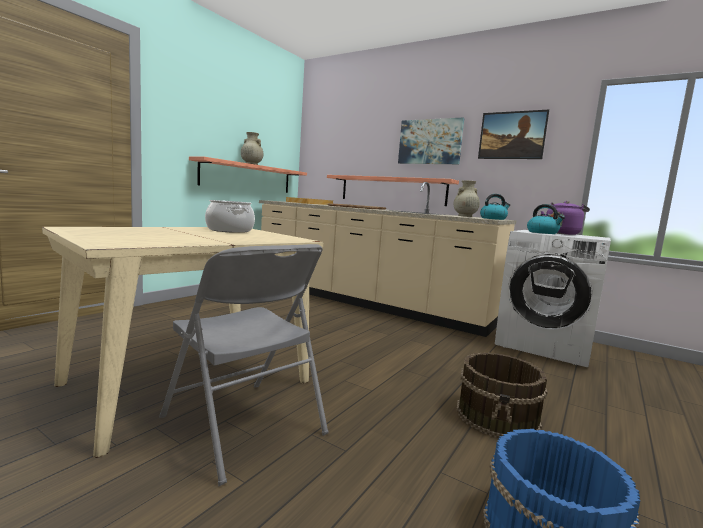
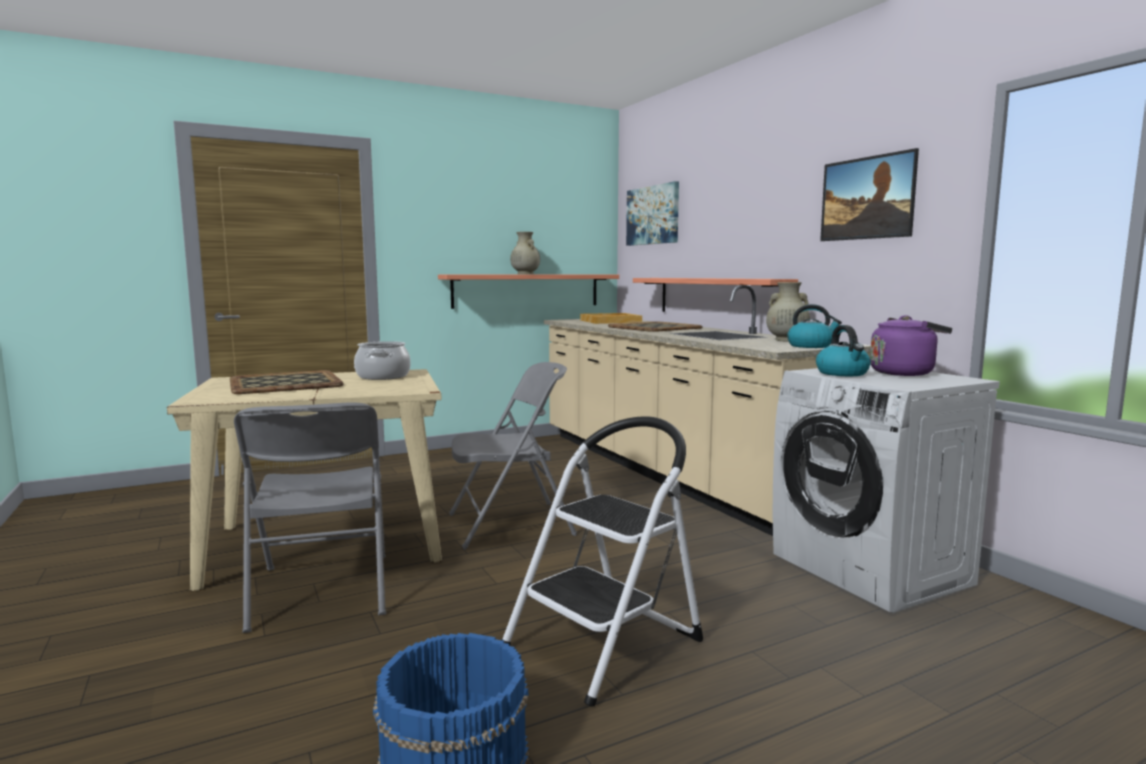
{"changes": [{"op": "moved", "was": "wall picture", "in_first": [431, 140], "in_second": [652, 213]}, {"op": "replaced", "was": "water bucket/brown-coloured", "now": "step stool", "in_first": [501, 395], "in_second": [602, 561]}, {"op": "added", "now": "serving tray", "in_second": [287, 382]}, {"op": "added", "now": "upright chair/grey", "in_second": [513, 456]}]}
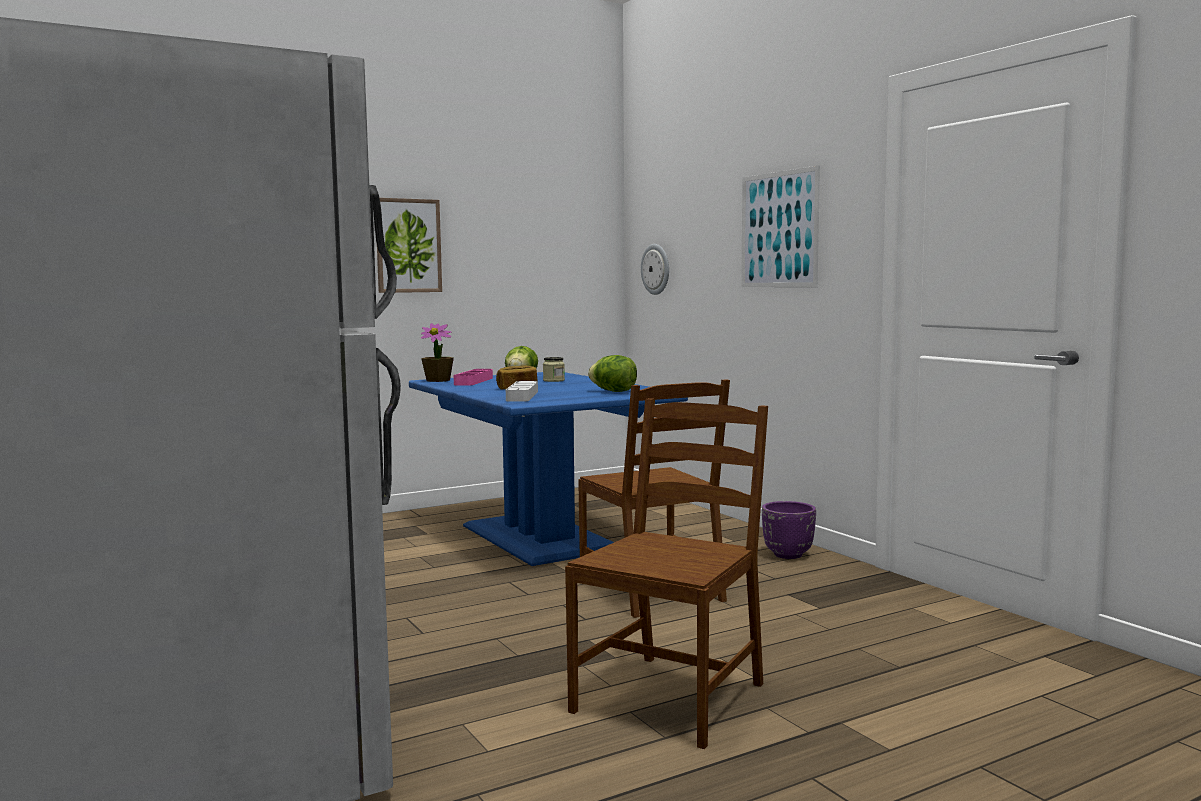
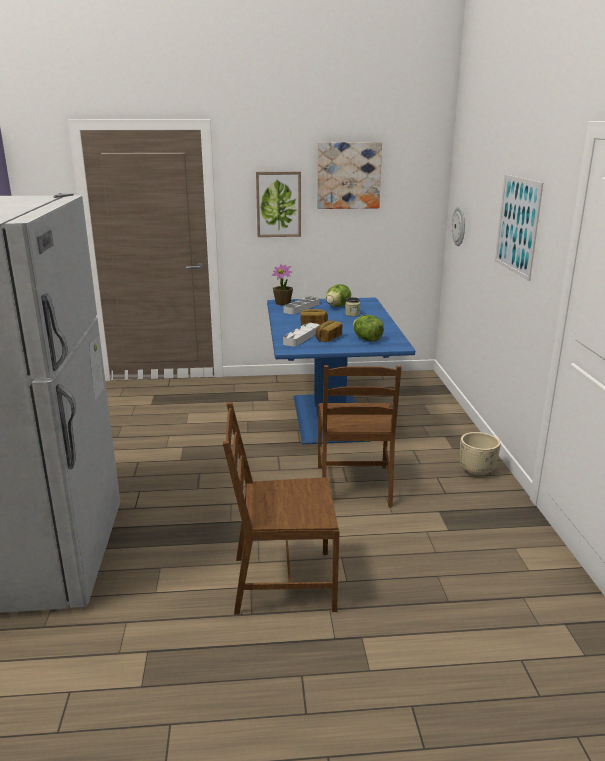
{"changes": [{"op": "recoloured", "was": "serving tray/pinkish", "now": "serving tray/grey", "in_first": [473, 377], "in_second": [301, 305]}, {"op": "turned", "was": "upright chair/brown-coloured", "in_first": [666, 573], "in_second": [281, 508], "clockwise": -150}, {"op": "recoloured", "was": "flower pot/purple", "now": "flower pot/beige-coloured", "in_first": [789, 530], "in_second": [480, 454]}, {"op": "added", "now": "baked bread", "in_second": [329, 331]}, {"op": "added", "now": "wall picture", "in_second": [349, 175]}]}
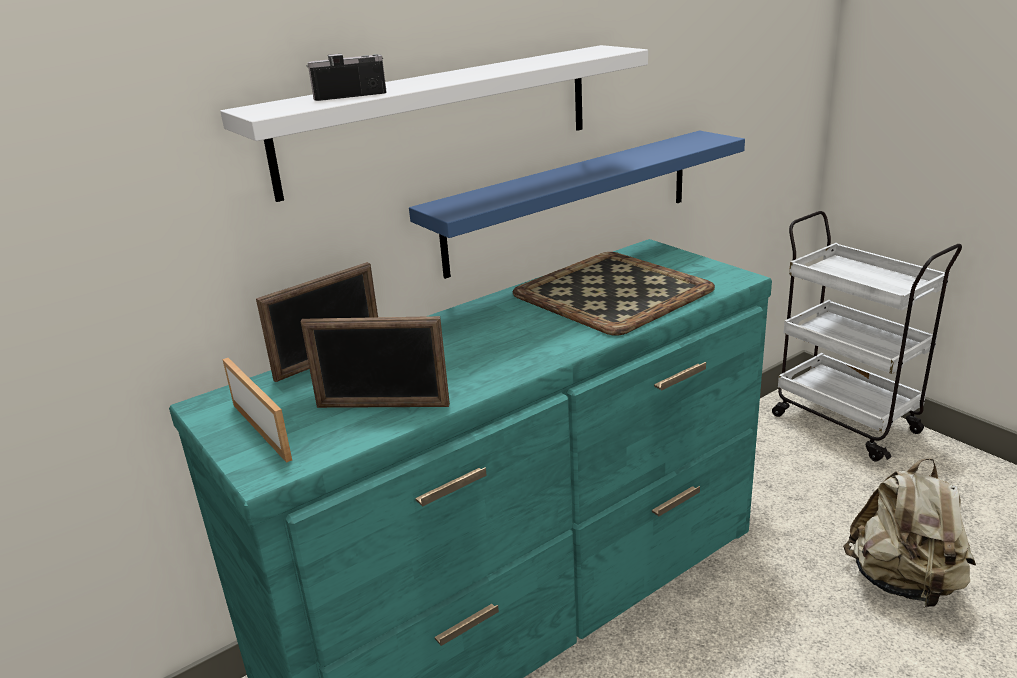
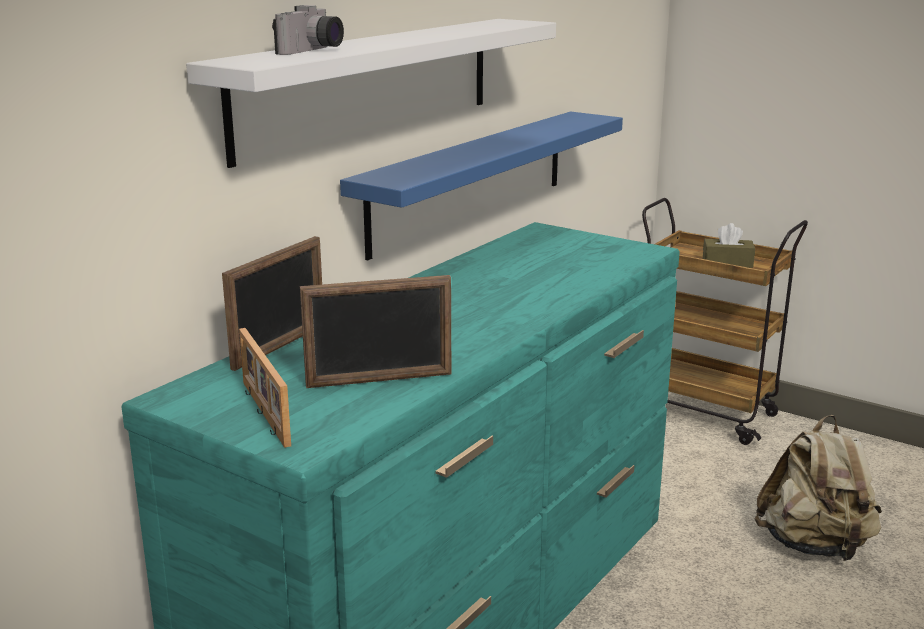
{"changes": [{"op": "turned", "was": "photo frame", "in_first": [257, 410], "in_second": [265, 388], "clockwise": -150}, {"op": "turned", "was": "still camera", "in_first": [346, 77], "in_second": [308, 30], "clockwise": 150}, {"op": "removed", "was": "serving tray", "in_first": [614, 294]}, {"op": "recoloured", "was": "wheeled cart/white", "now": "wheeled cart/brown-coloured", "in_first": [867, 336], "in_second": [725, 321]}, {"op": "added", "now": "box of tissues/brown-coloured", "in_second": [729, 245]}]}
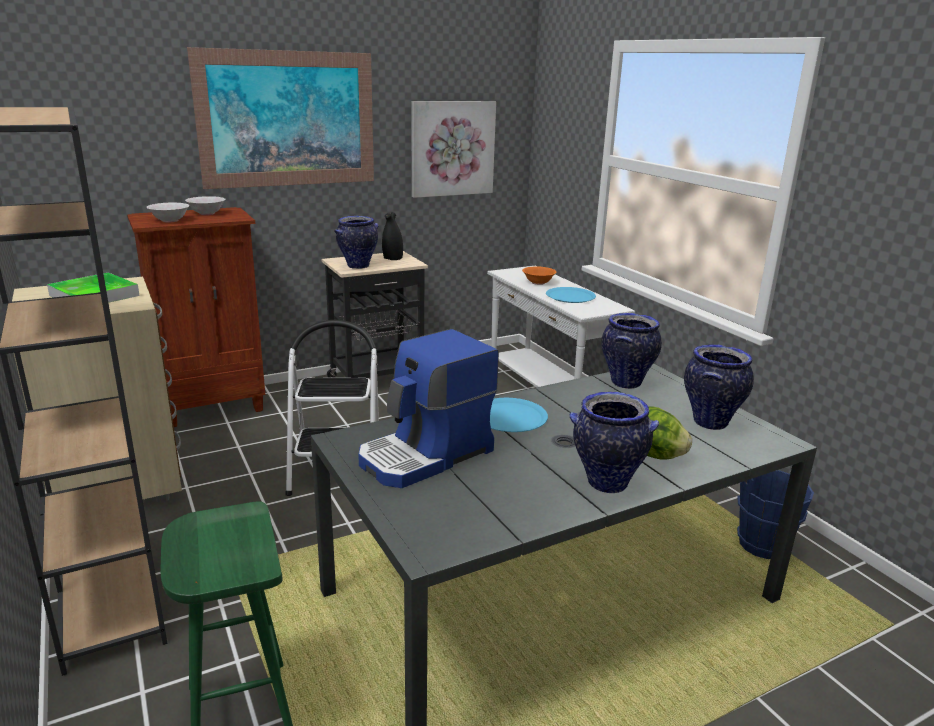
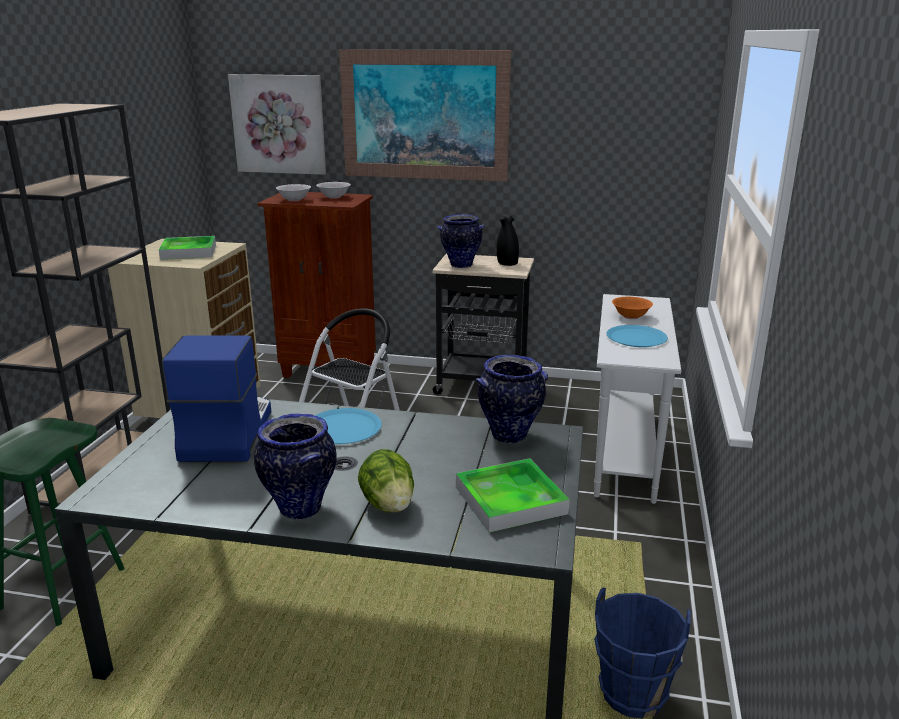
{"changes": [{"op": "turned", "was": "coffee brewer", "in_first": [428, 408], "in_second": [216, 398], "clockwise": 90}, {"op": "moved", "was": "wall picture", "in_first": [453, 149], "in_second": [277, 124]}, {"op": "replaced", "was": "vase", "now": "serving tray", "in_first": [719, 387], "in_second": [513, 495]}]}
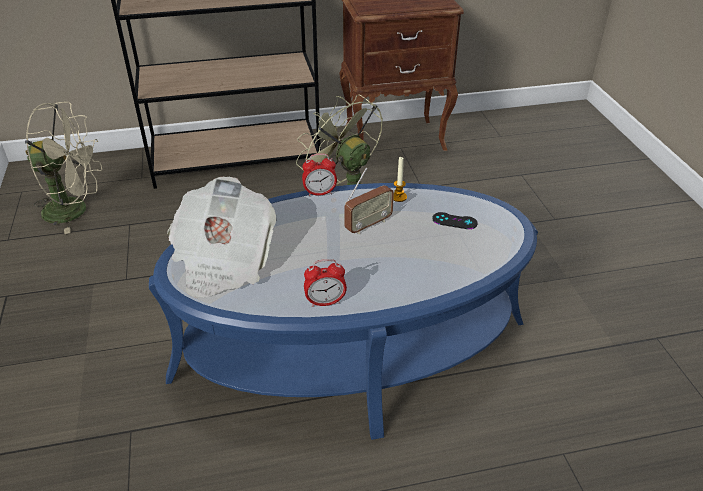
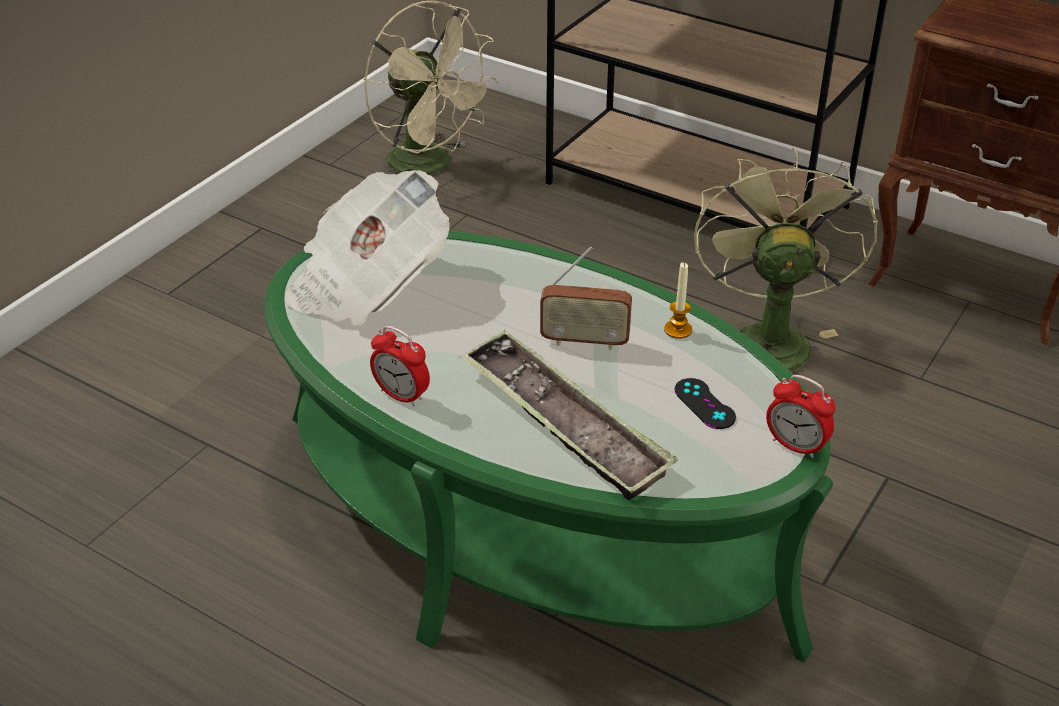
{"changes": [{"op": "recoloured", "was": "low table/blue-coloured", "now": "low table/greenish", "in_first": [343, 311], "in_second": [549, 447]}, {"op": "moved", "was": "table clock", "in_first": [319, 175], "in_second": [800, 416]}, {"op": "added", "now": "serving tray", "in_second": [568, 415]}]}
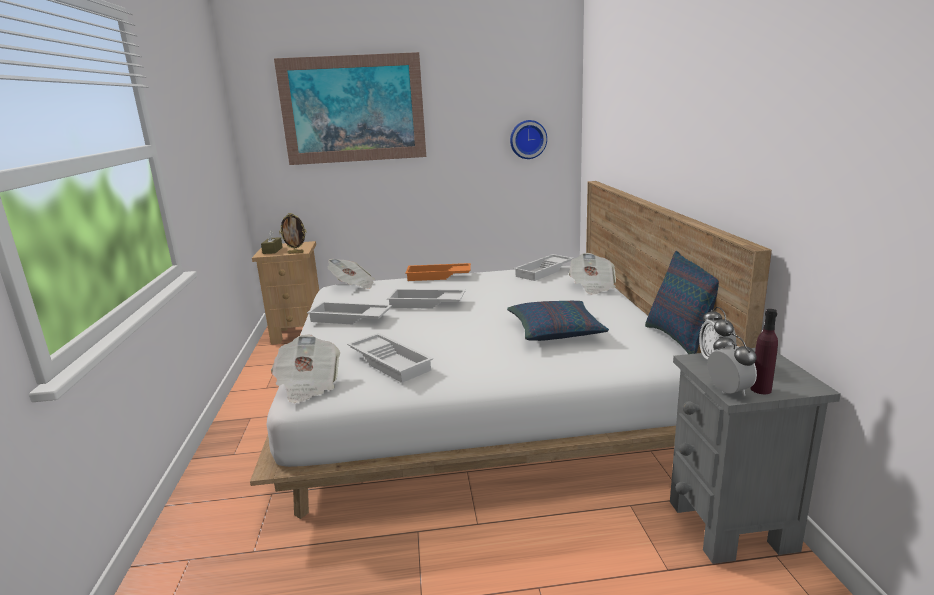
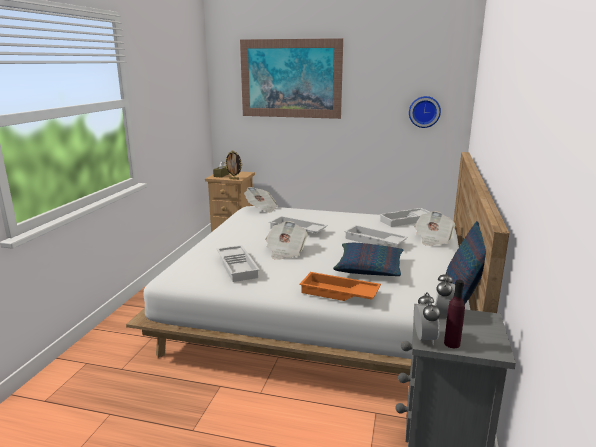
{"changes": [{"op": "moved", "was": "printed paper", "in_first": [305, 369], "in_second": [287, 240]}, {"op": "moved", "was": "serving tray/white", "in_first": [349, 313], "in_second": [376, 235]}, {"op": "moved", "was": "serving tray/orangey", "in_first": [438, 272], "in_second": [340, 286]}]}
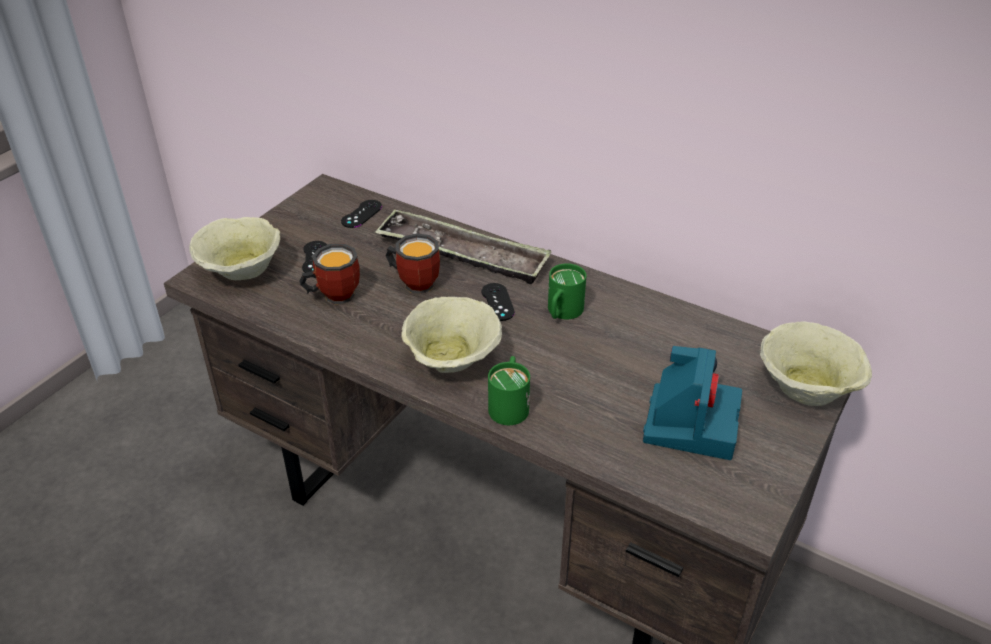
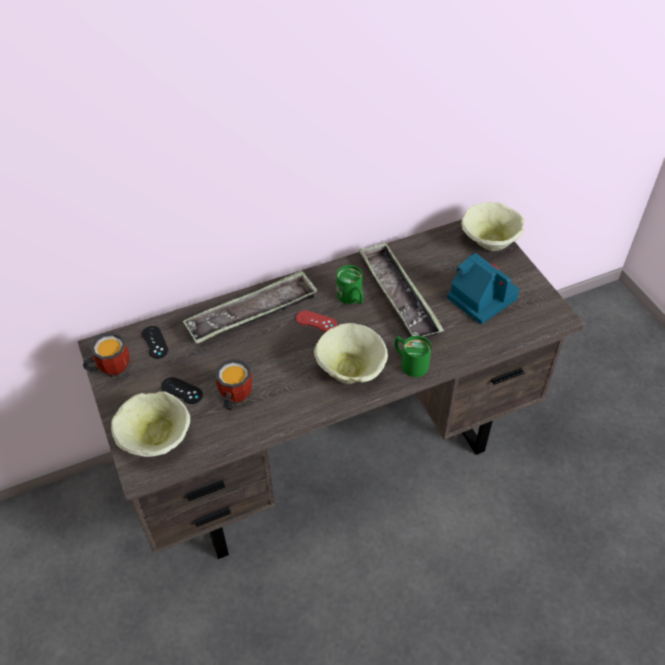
{"changes": [{"op": "moved", "was": "coffee mug", "in_first": [413, 263], "in_second": [106, 355]}, {"op": "recoloured", "was": "joypad/black", "now": "joypad/red", "in_first": [498, 302], "in_second": [316, 321]}, {"op": "added", "now": "serving tray", "in_second": [401, 290]}]}
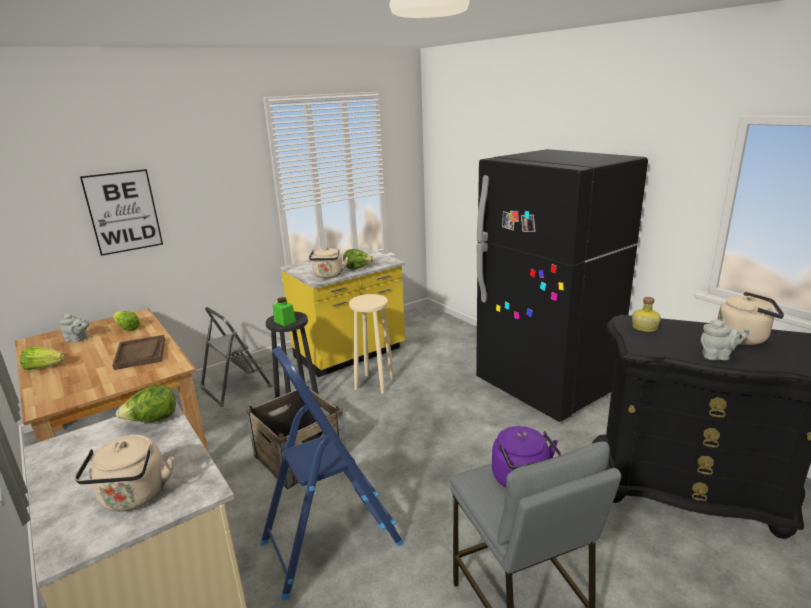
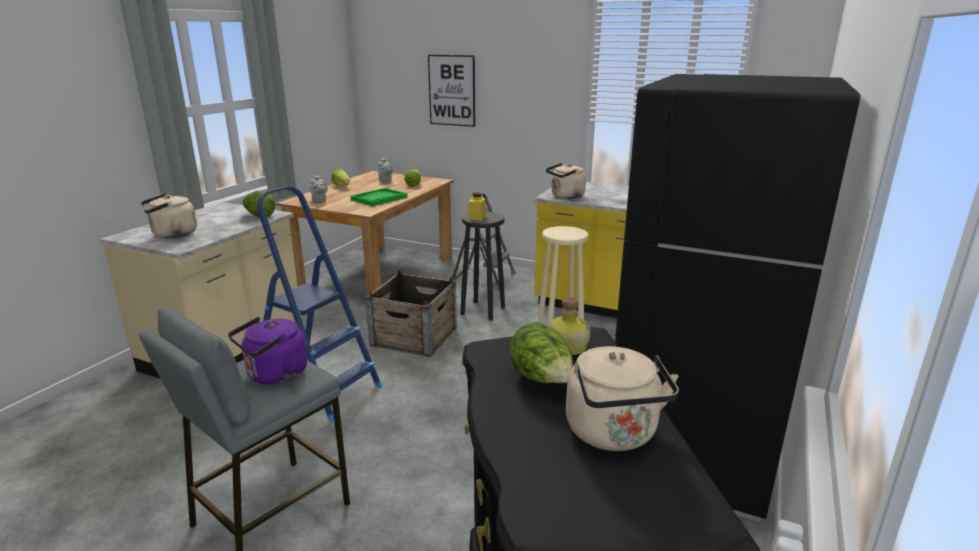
{"changes": [{"op": "recoloured", "was": "serving tray/brown-coloured", "now": "serving tray/greenish", "in_first": [138, 352], "in_second": [379, 197]}, {"op": "recoloured", "was": "jar/greenish", "now": "jar/yellowish", "in_first": [284, 311], "in_second": [477, 206]}, {"op": "moved", "was": "lettuce head", "in_first": [358, 259], "in_second": [541, 352]}, {"op": "moved", "was": "teapot/grey", "in_first": [725, 340], "in_second": [319, 188]}]}
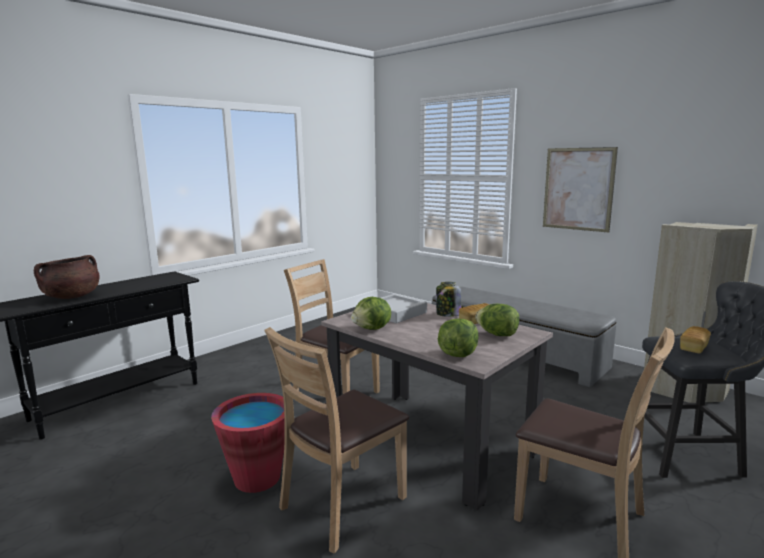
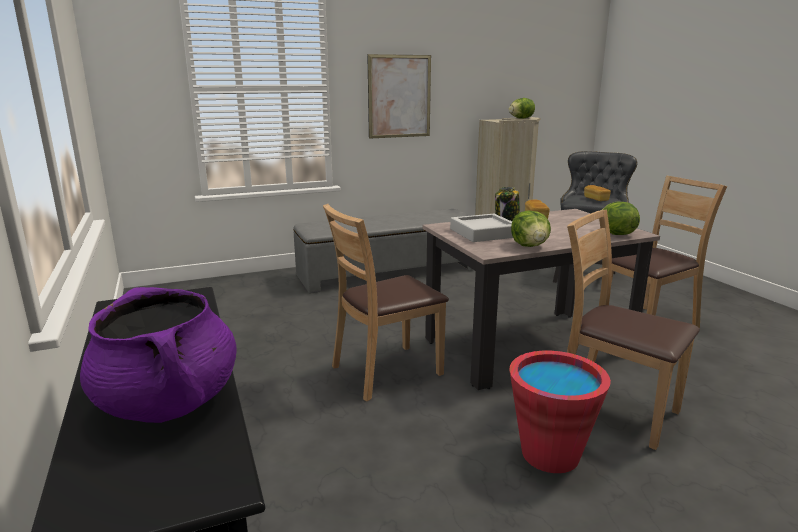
{"changes": [{"op": "recoloured", "was": "cooking pot/brown-coloured", "now": "cooking pot/purple", "in_first": [67, 277], "in_second": [158, 355]}, {"op": "turned", "was": "upright chair/brown-coloured", "in_first": [336, 440], "in_second": [633, 330], "clockwise": 150}, {"op": "moved", "was": "lettuce head", "in_first": [497, 320], "in_second": [522, 108]}]}
